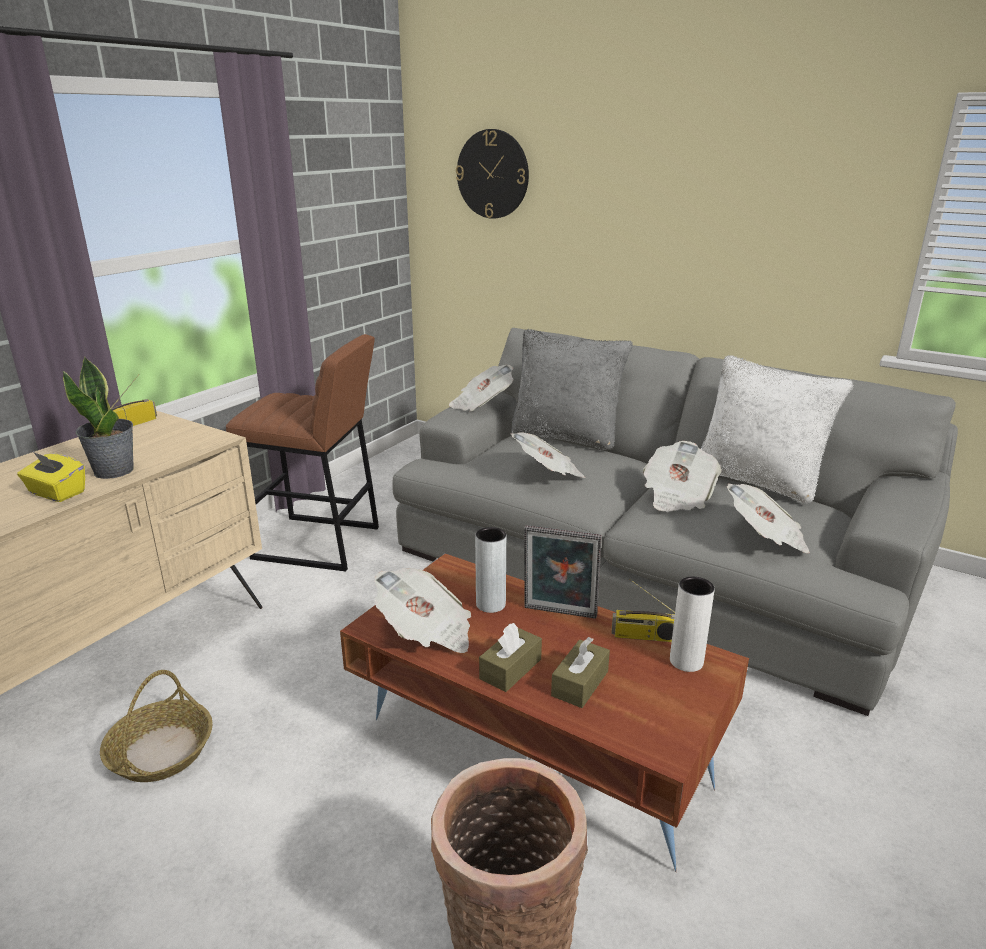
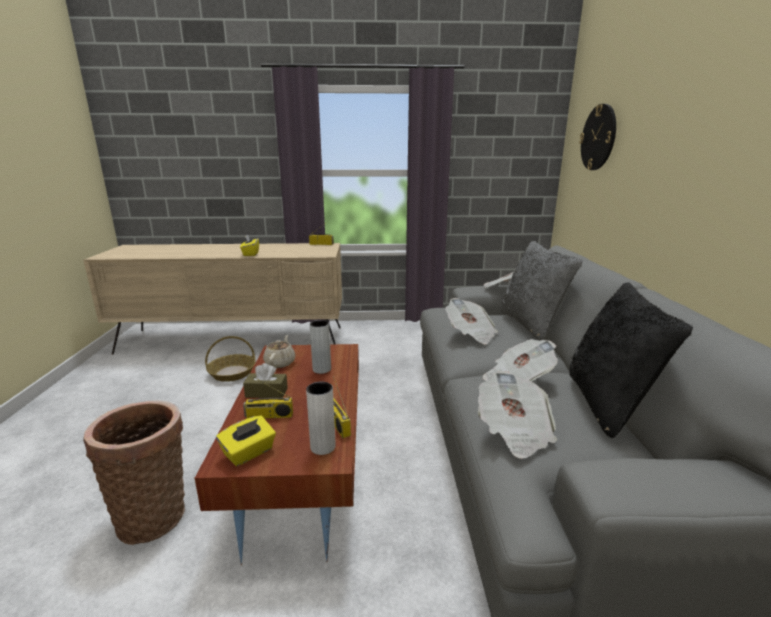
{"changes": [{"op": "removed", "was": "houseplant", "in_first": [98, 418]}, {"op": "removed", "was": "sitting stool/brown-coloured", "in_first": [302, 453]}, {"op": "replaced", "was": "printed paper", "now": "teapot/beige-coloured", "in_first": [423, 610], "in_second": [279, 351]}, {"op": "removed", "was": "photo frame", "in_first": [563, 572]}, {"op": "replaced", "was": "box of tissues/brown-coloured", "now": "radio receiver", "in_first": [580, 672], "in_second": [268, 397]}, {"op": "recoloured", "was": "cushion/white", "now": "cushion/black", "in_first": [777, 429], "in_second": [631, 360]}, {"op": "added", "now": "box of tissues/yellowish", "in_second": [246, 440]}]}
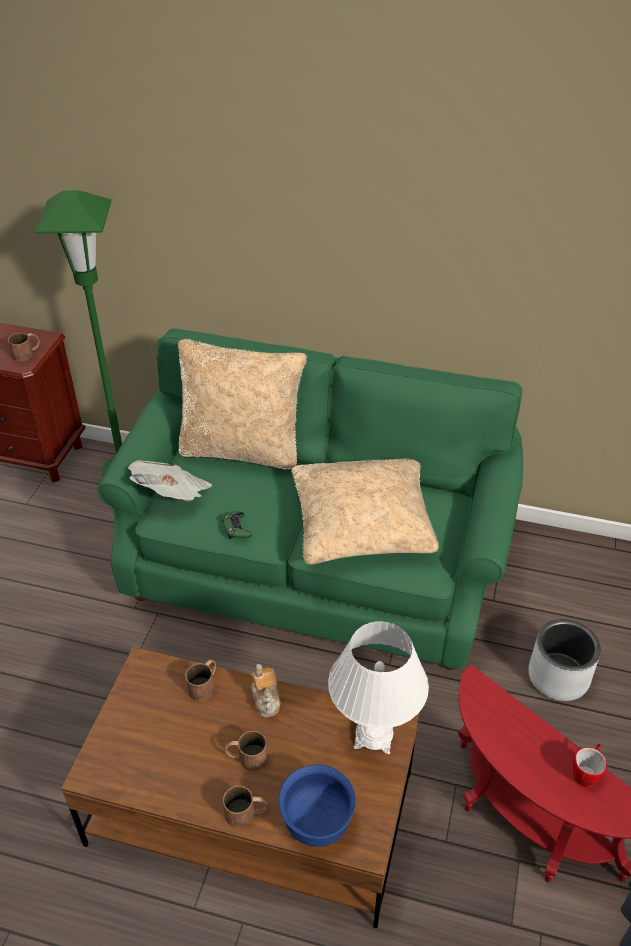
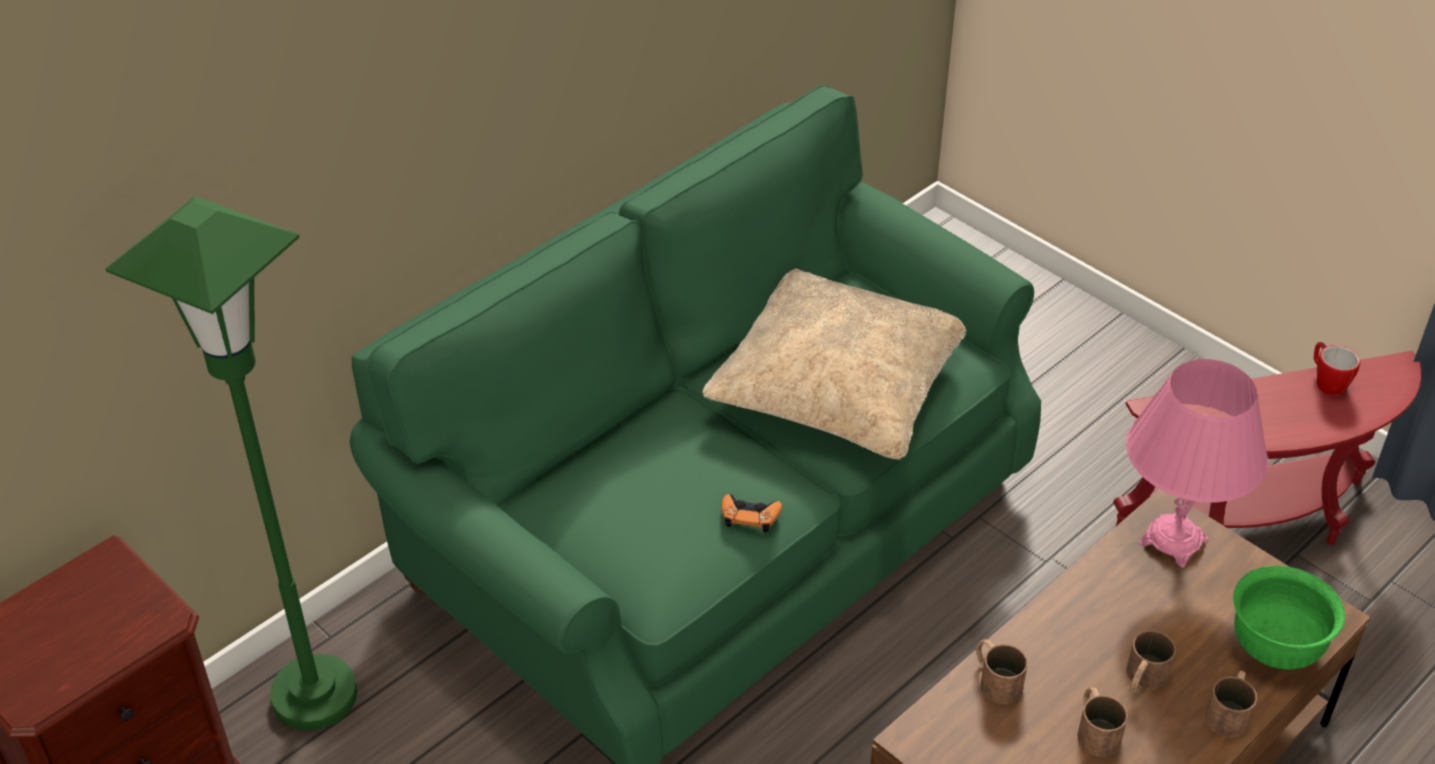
{"changes": [{"op": "moved", "was": "coffee mug/brown-coloured", "in_first": [24, 347], "in_second": [1103, 722]}, {"op": "removed", "was": "printed paper", "in_first": [170, 480]}, {"op": "removed", "was": "cushion/beige-coloured", "in_first": [242, 404]}, {"op": "recoloured", "was": "joypad/greenish", "now": "joypad/orangey", "in_first": [237, 525], "in_second": [752, 513]}, {"op": "removed", "was": "teapot", "in_first": [266, 690]}, {"op": "recoloured", "was": "serving bowl/blue-coloured", "now": "serving bowl/greenish", "in_first": [317, 806], "in_second": [1289, 617]}, {"op": "recoloured", "was": "tabletop lamp/white", "now": "tabletop lamp/pinkish", "in_first": [378, 687], "in_second": [1197, 463]}, {"op": "removed", "was": "flower pot/grey", "in_first": [564, 660]}]}
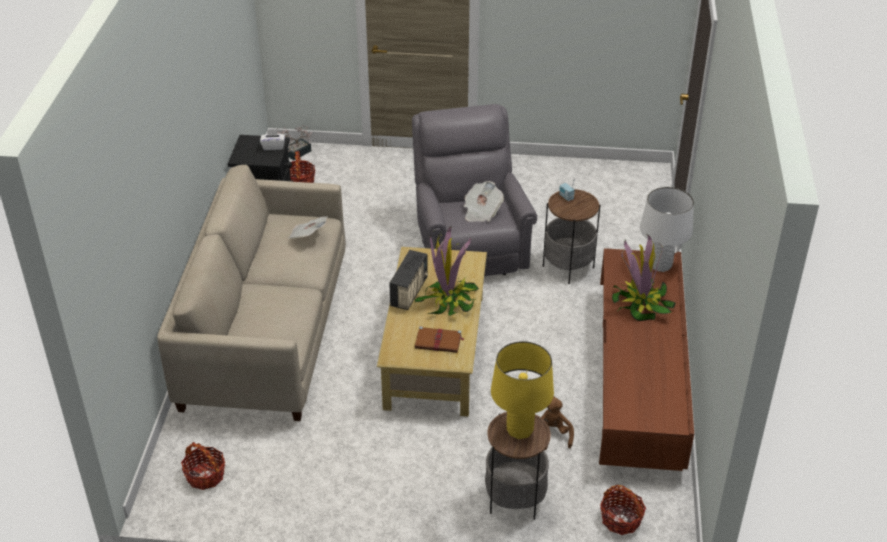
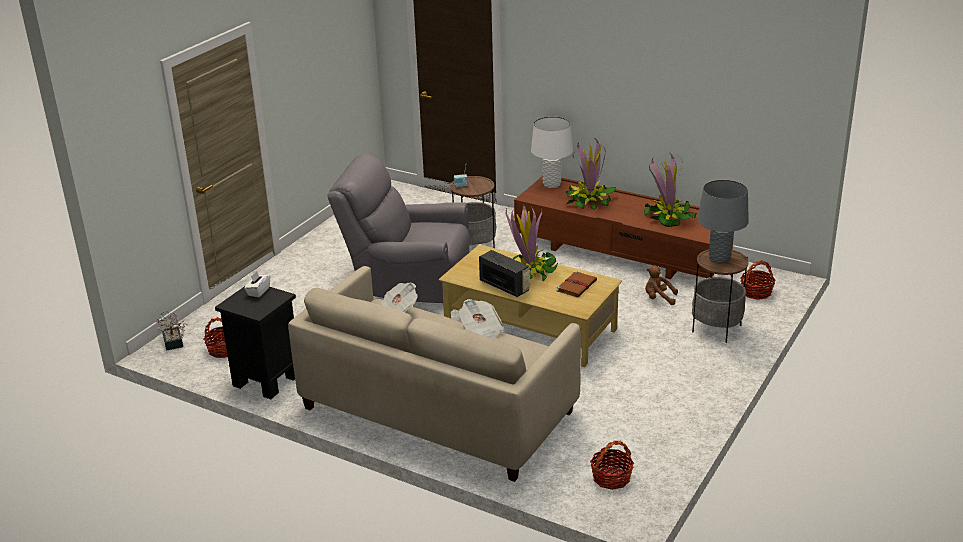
{"changes": [{"op": "moved", "was": "printed paper", "in_first": [484, 201], "in_second": [481, 319]}, {"op": "recoloured", "was": "tabletop lamp/yellowish", "now": "tabletop lamp/grey", "in_first": [522, 390], "in_second": [723, 222]}, {"op": "added", "now": "houseplant", "in_second": [670, 189]}]}
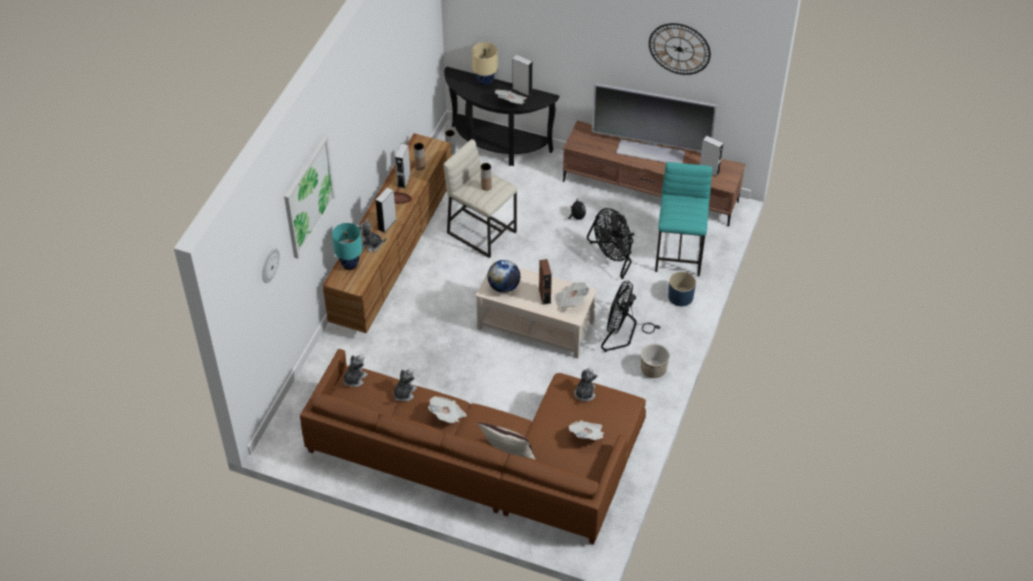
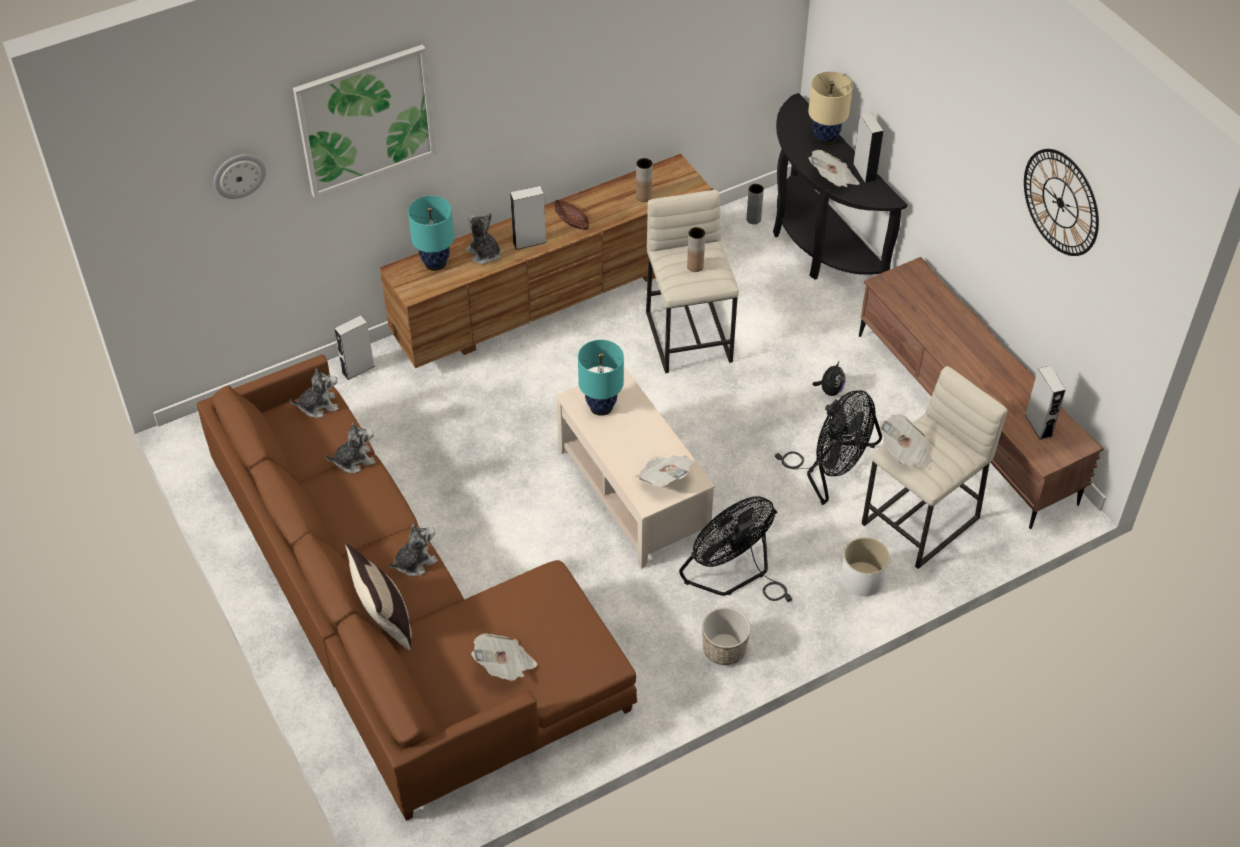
{"changes": [{"op": "moved", "was": "audio speaker/grey", "in_first": [403, 166], "in_second": [354, 347]}, {"op": "moved", "was": "printed paper", "in_first": [447, 410], "in_second": [906, 441]}, {"op": "replaced", "was": "world globe", "now": "tabletop lamp/turquoise-coloured", "in_first": [503, 276], "in_second": [601, 378]}, {"op": "removed", "was": "audio speaker/brown-coloured", "in_first": [545, 282]}, {"op": "moved", "was": "plush toy", "in_first": [586, 384], "in_second": [413, 550]}, {"op": "turned", "was": "electric fan/black", "in_first": [610, 243], "in_second": [828, 447], "clockwise": -150}, {"op": "removed", "was": "TV set", "in_first": [654, 123]}, {"op": "recoloured", "was": "sitting stool/turquoise-coloured", "now": "sitting stool/beige-coloured", "in_first": [683, 219], "in_second": [935, 467]}, {"op": "recoloured", "was": "flower pot/blue-coloured", "now": "flower pot/white", "in_first": [682, 289], "in_second": [865, 567]}]}
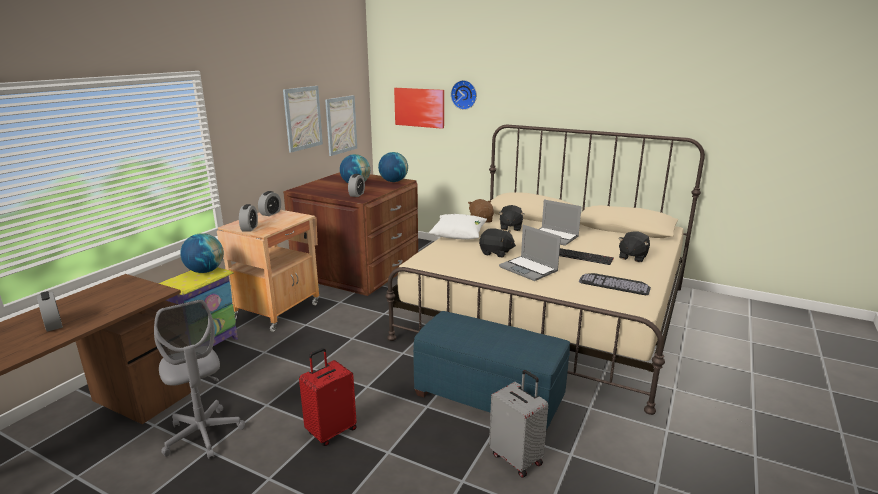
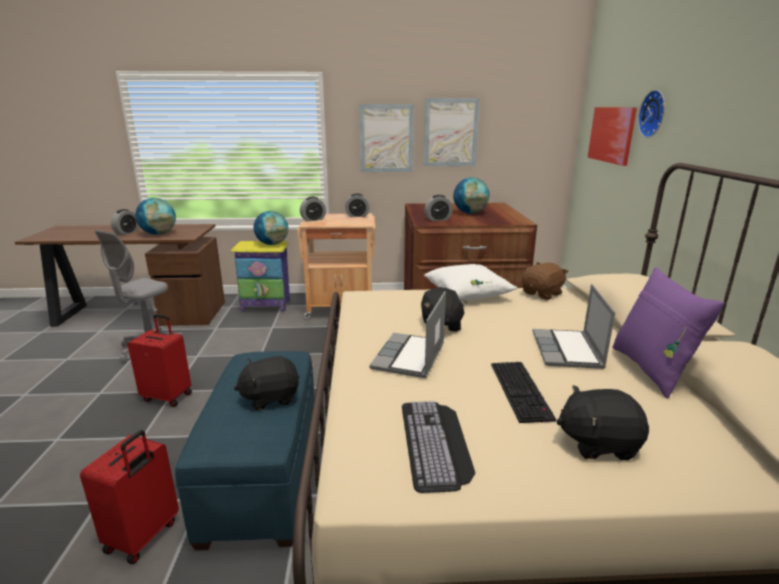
{"changes": [{"op": "moved", "was": "wall picture", "in_first": [341, 125], "in_second": [386, 138]}, {"op": "moved", "was": "world globe", "in_first": [393, 167], "in_second": [155, 216]}, {"op": "recoloured", "was": "travel case/grey", "now": "travel case/red", "in_first": [518, 424], "in_second": [129, 497]}, {"op": "moved", "was": "plush toy/black", "in_first": [511, 218], "in_second": [266, 383]}, {"op": "added", "now": "cushion/purple", "in_second": [668, 332]}]}
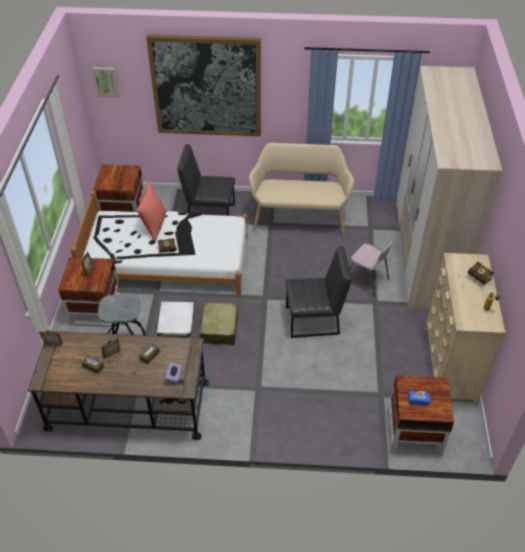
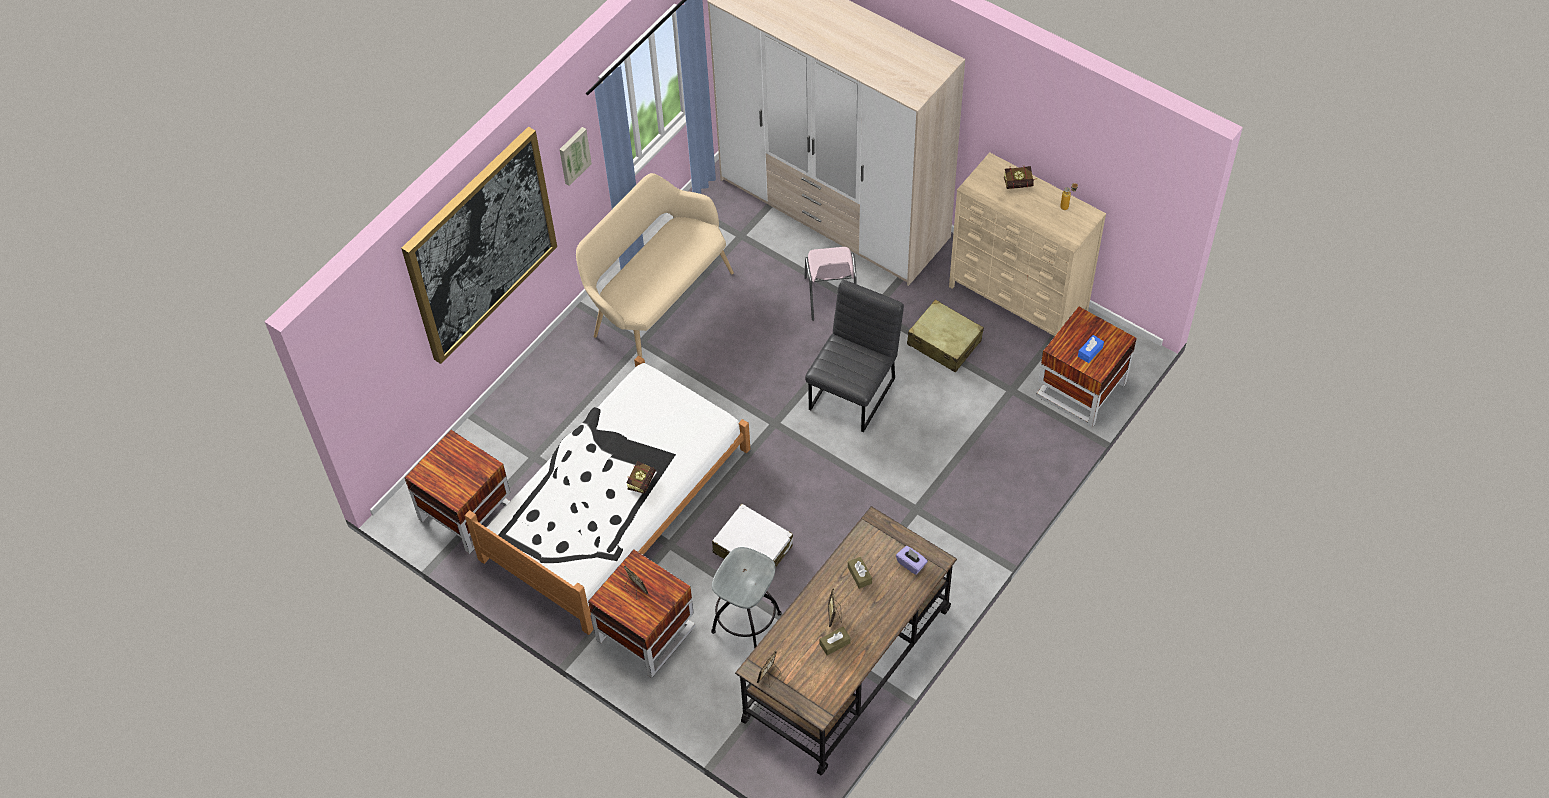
{"changes": [{"op": "moved", "was": "wall picture", "in_first": [106, 82], "in_second": [575, 156]}, {"op": "removed", "was": "cushion/red", "in_first": [151, 211]}, {"op": "removed", "was": "upright chair/grey", "in_first": [206, 180]}, {"op": "moved", "was": "travel case/beige-coloured", "in_first": [219, 323], "in_second": [945, 336]}, {"op": "turned", "was": "upright chair/pinkish", "in_first": [371, 269], "in_second": [830, 284], "clockwise": 105}]}
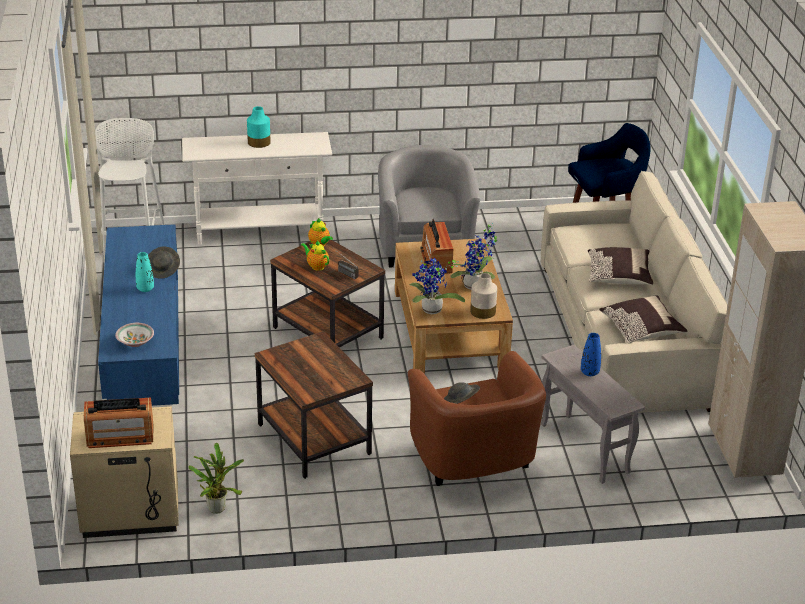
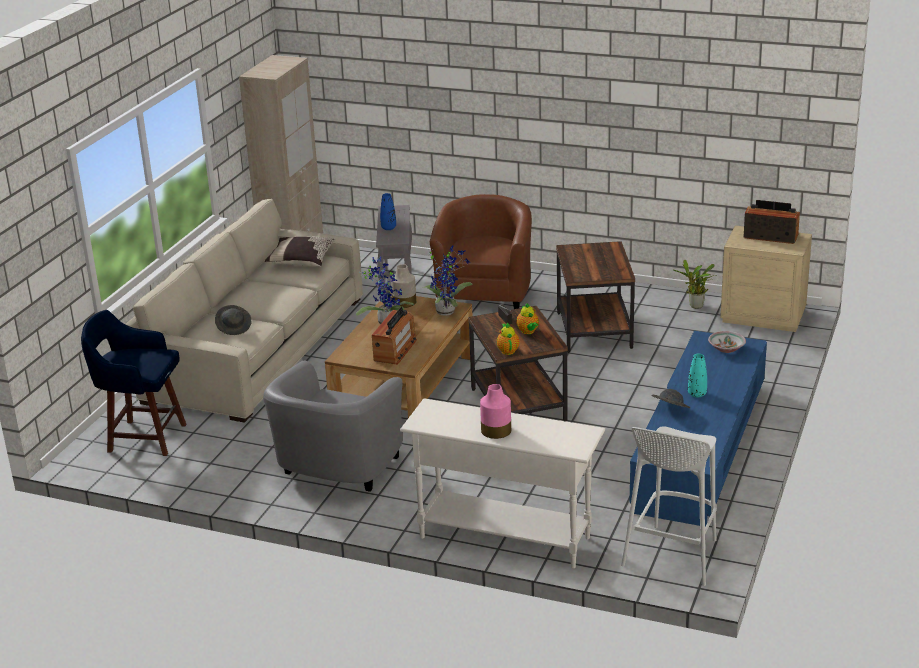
{"changes": [{"op": "recoloured", "was": "vase/turquoise-coloured", "now": "vase/pinkish", "in_first": [259, 127], "in_second": [495, 411]}, {"op": "moved", "was": "clothing hat/grey", "in_first": [462, 393], "in_second": [233, 320]}, {"op": "removed", "was": "cushion", "in_first": [620, 266]}]}
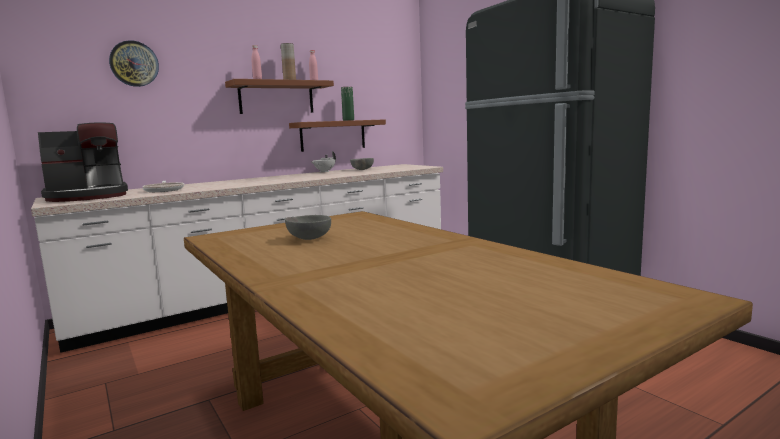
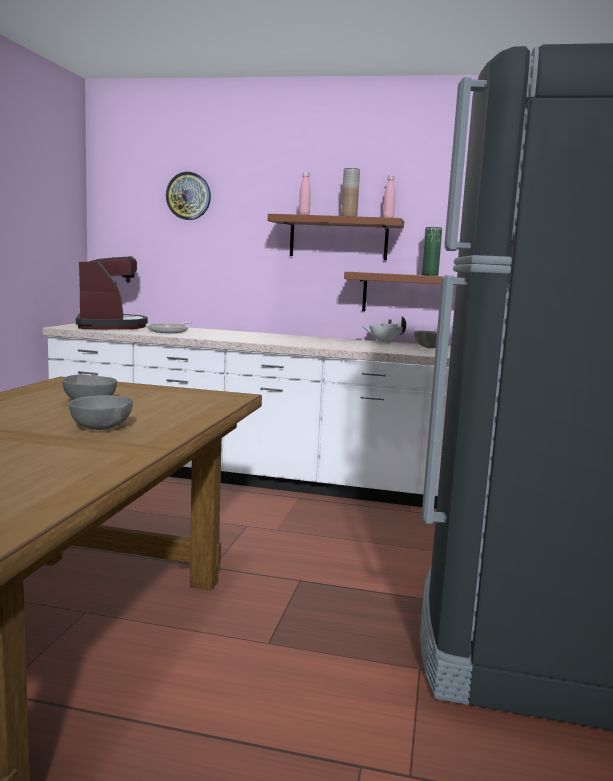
{"changes": [{"op": "turned", "was": "coffee brewer", "in_first": [83, 162], "in_second": [112, 293], "clockwise": -120}, {"op": "added", "now": "serving bowl/grey", "in_second": [101, 412]}]}
